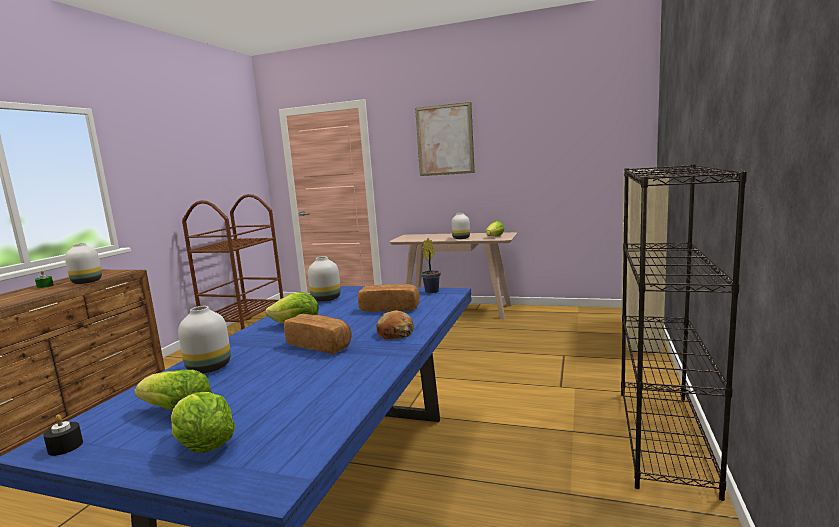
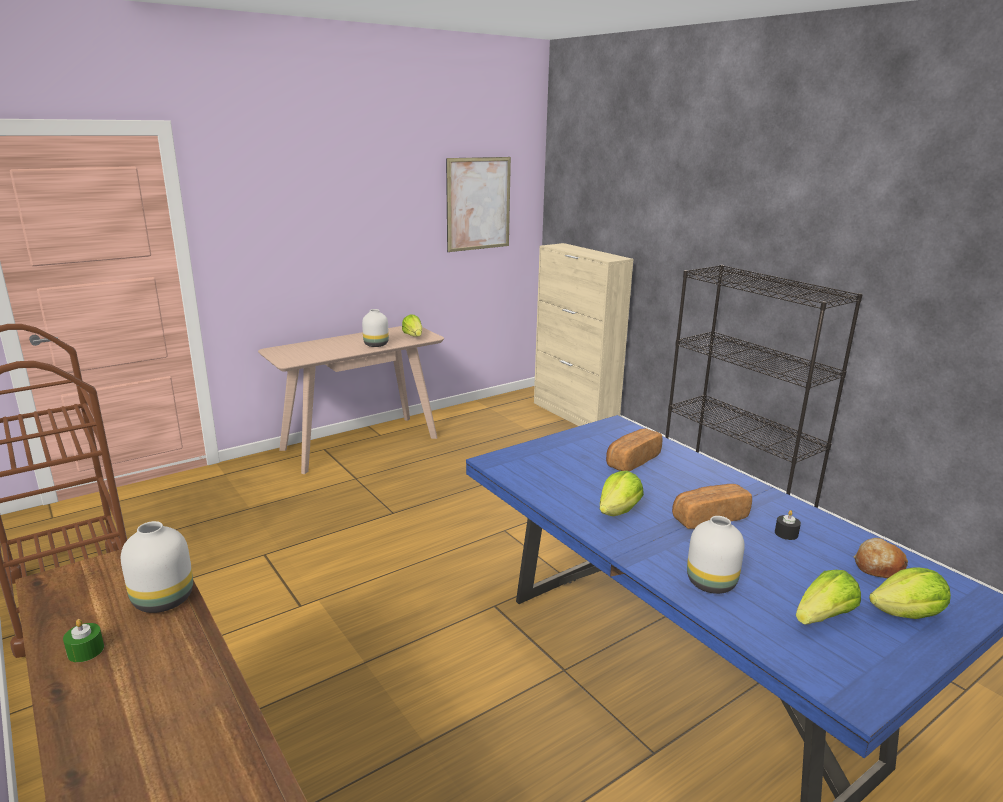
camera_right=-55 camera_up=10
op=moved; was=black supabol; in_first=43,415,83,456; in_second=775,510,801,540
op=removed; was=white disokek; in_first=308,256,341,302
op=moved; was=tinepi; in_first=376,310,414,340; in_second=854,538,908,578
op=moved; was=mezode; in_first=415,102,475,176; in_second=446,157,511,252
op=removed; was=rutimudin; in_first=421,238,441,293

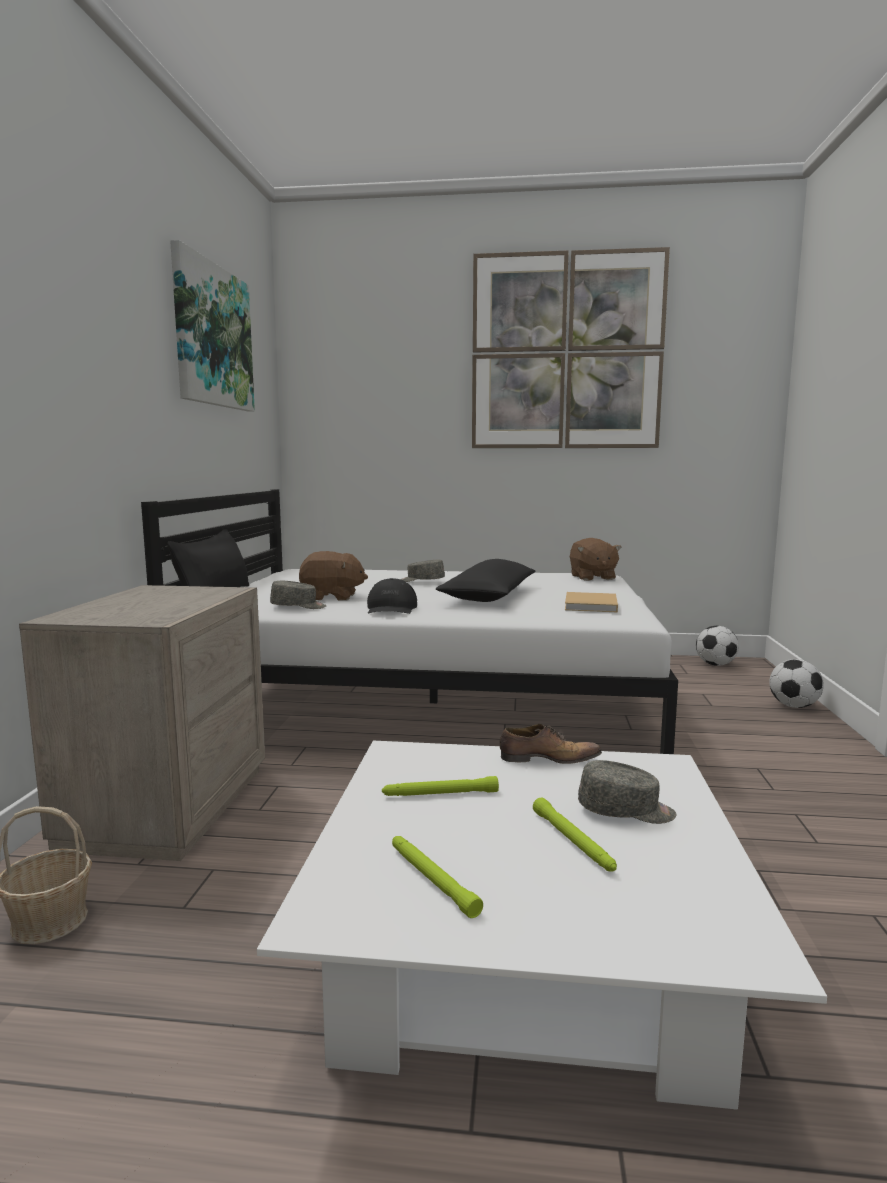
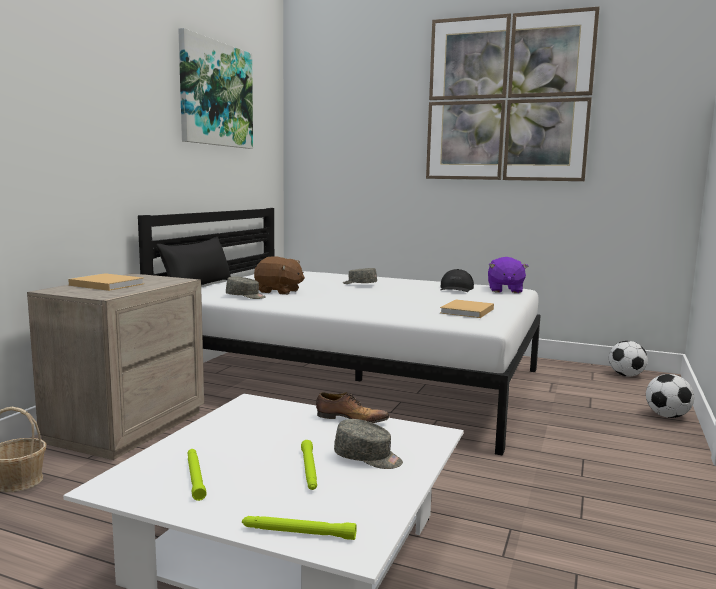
camera_right=15 camera_up=0
op=moved; was=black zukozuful; in_first=367,578,417,614; in_second=441,269,474,292
op=moved; was=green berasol; in_first=382,776,499,796; in_second=242,516,357,540
op=removed; was=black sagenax; in_first=436,559,535,602
op=recoloured; was=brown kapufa; now=purple kapufa; in_first=570,538,622,581; in_second=488,257,528,293
op=added; now=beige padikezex; in_second=68,273,144,291

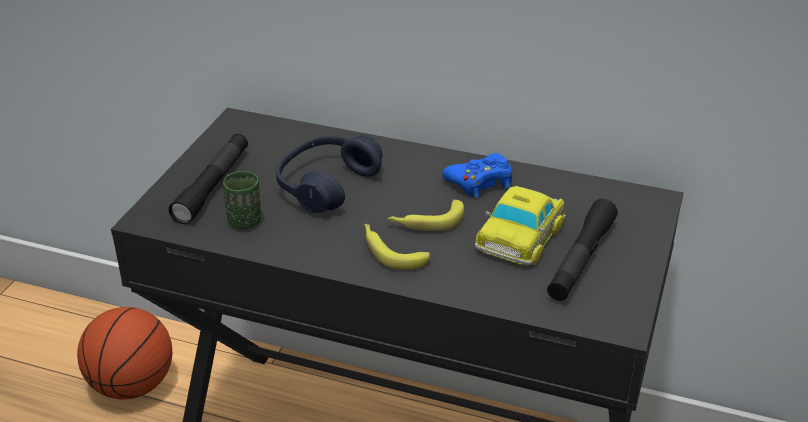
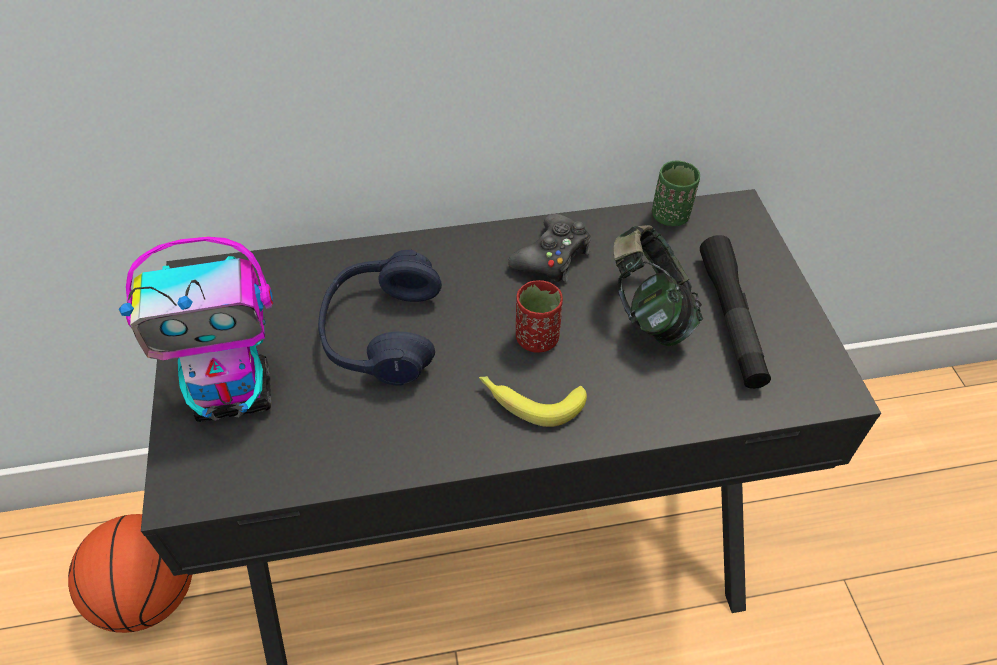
camera_right=-30 camera_up=15
op=replaced; was=black berasol; now=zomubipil; in_first=169,134,248,224; in_second=119,237,273,422
op=moved; was=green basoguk; in_first=223,171,261,229; in_second=652,161,700,226
op=replaced; was=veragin; now=red basoguk; in_first=388,200,464,231; in_second=516,280,563,353
op=recoloured; was=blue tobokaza; now=black tobokaza; in_first=442,153,512,198; in_second=508,214,591,282
op=replaced; was=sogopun; now=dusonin; in_first=475,186,566,266; in_second=613,225,703,346

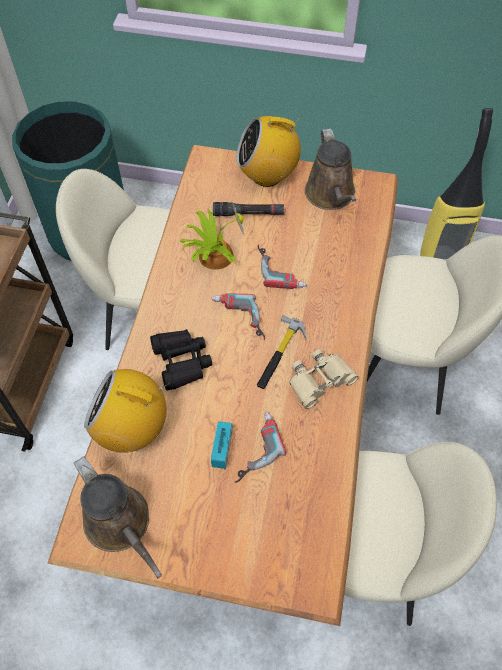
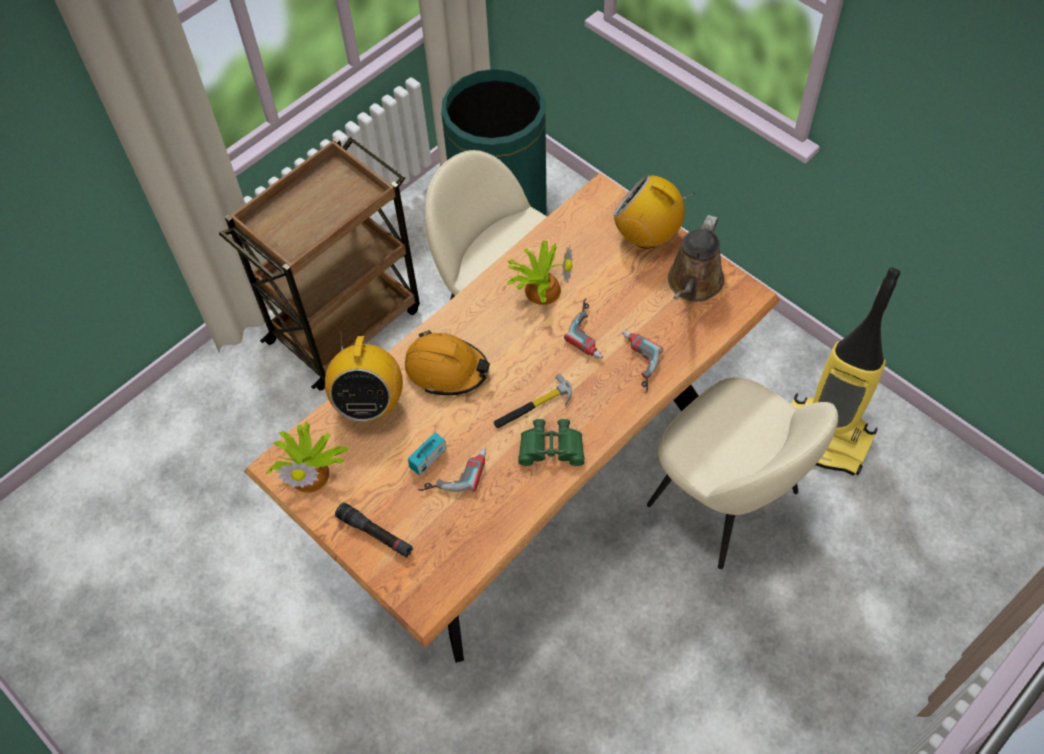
camera_right=35 camera_up=0
op=replaced; was=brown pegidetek; now=rutimudin; in_first=74,456,162,578; in_second=266,422,348,493
op=turned; was=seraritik; in_first=84,369,171,453; in_second=325,332,403,421; clockwise=-135
op=replaced; was=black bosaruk; now=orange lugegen; in_first=150,329,212,391; in_second=405,330,490,395
op=moved; was=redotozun; in_first=211,293,265,340; in_second=622,331,663,393
op=moved; was=black berasol; in_first=213,202,284,216; in_second=335,502,413,557
op=recoloured; was=beige bosaruk; now=green bosaruk; in_first=289,349,359,409; in_second=518,419,585,466
op=removed; was=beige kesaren; in_first=344,442,497,626

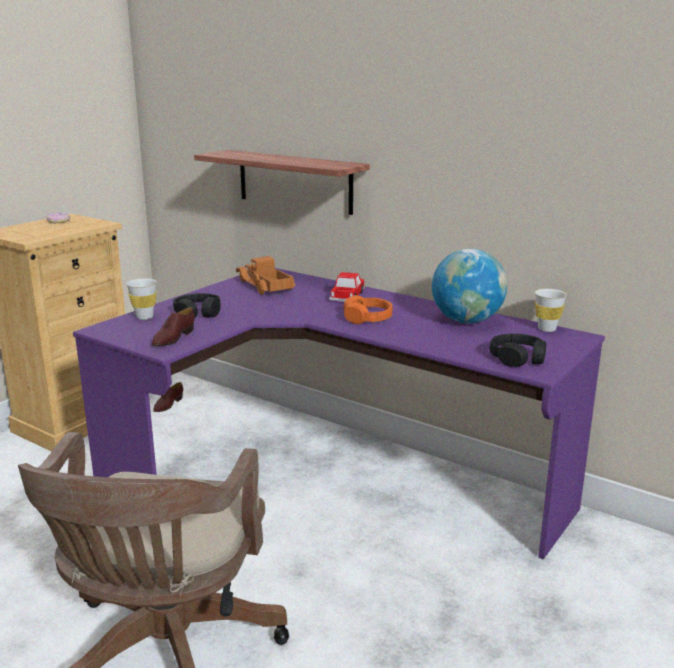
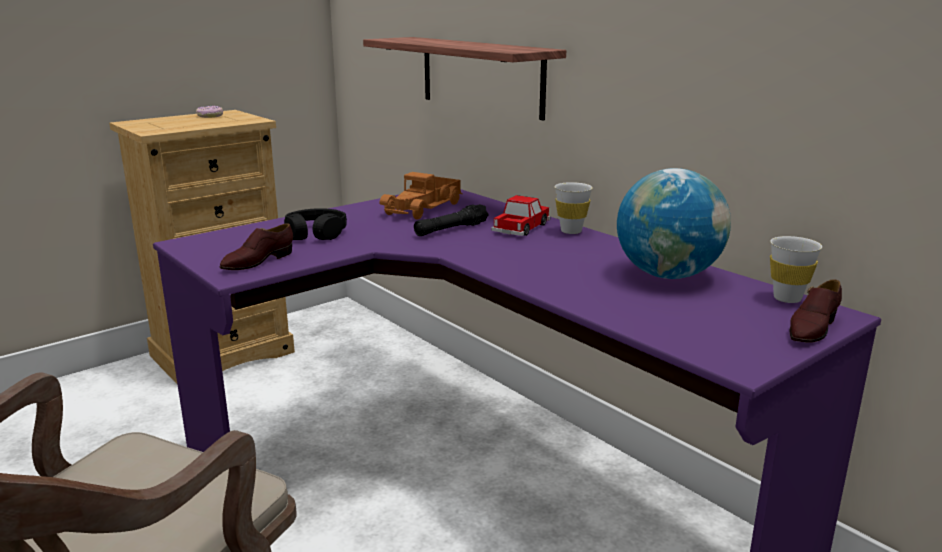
camera_right=15 camera_up=0
op=moved; was=white basoguk; in_first=126,278,157,320; in_second=554,182,593,234
op=moved; was=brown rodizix; in_first=153,382,183,412; in_second=790,279,842,343
op=turned; was=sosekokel; in_first=236,256,296,295; in_second=380,172,463,220; clockwise=-135
op=removed; was=orange dusonin; in_first=344,295,392,324
op=removed; was=black dusonin; in_first=490,334,546,367
op=added; now=black berasol; in_second=414,204,489,236

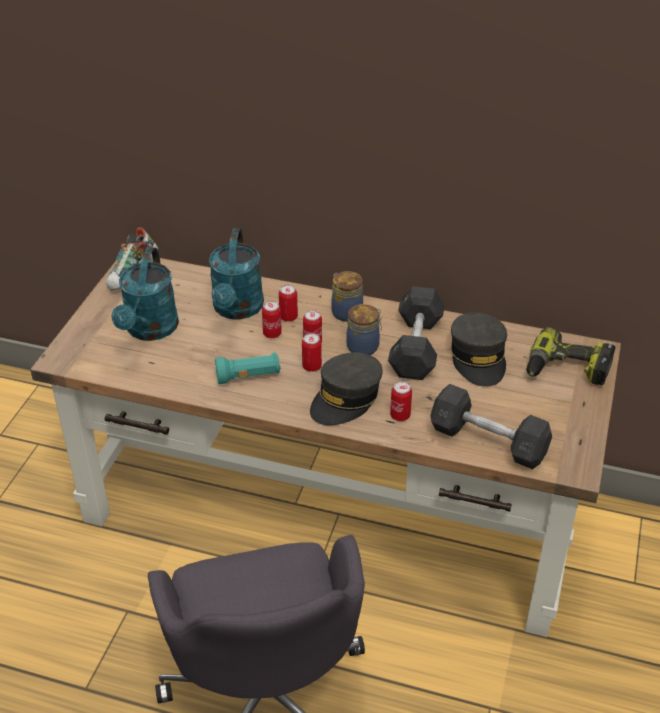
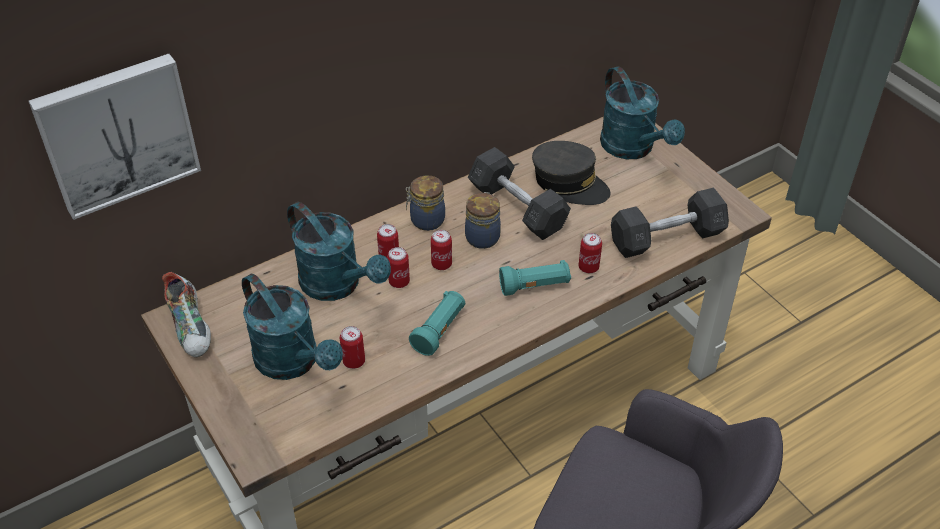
camera_right=-50 camera_up=5
op=moved; was=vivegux; in_first=302,333,322,372; in_second=340,326,365,369
op=replaced; was=grey zukozuful; now=turquoise berasol; in_first=310,352,383,426; in_second=499,260,571,296
op=replaced; was=redotozun; now=turquoise pegidetek; in_first=526,327,615,385; in_second=600,66,685,159
op=added; now=mezode; in_second=29,54,201,220

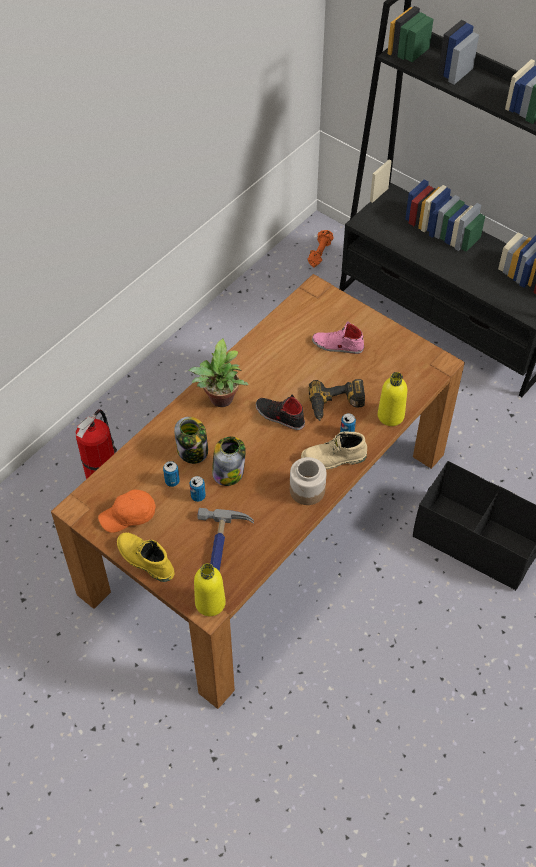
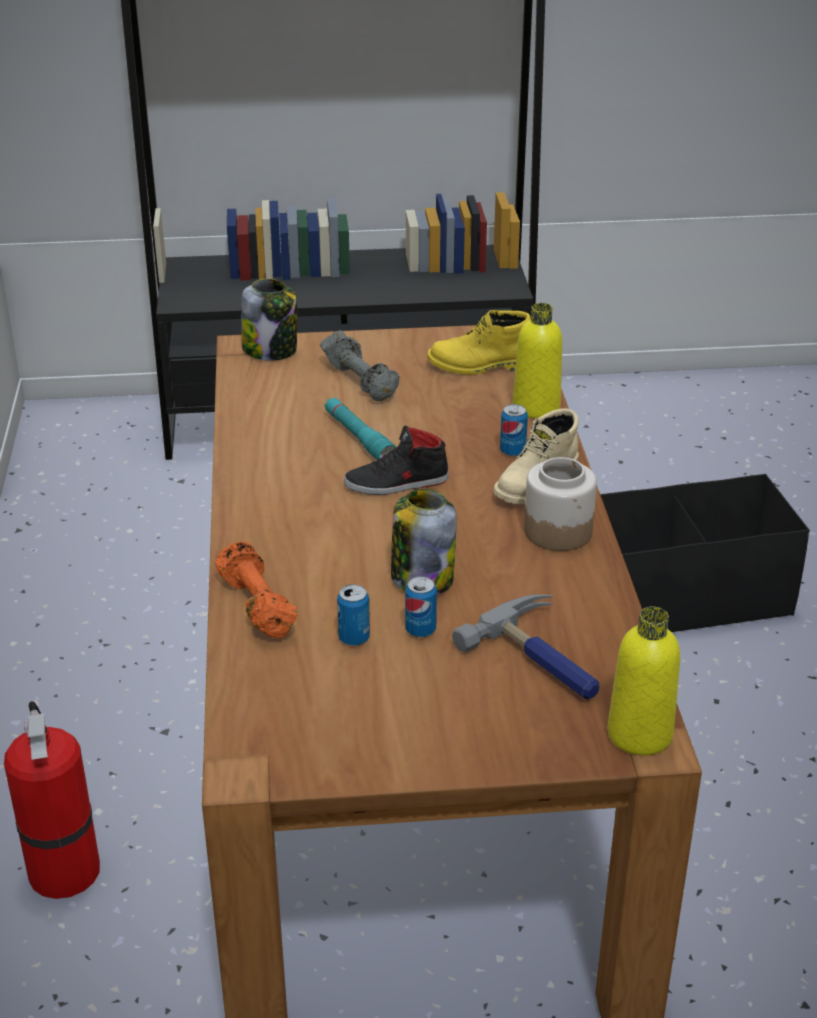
camera_right=-45 camera_up=-20
op=removed; was=orange zukozuful; in_first=98,489,156,533
op=moved; was=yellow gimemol; in_first=117,532,175,582; in_second=427,310,531,375
op=moved; was=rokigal; in_first=174,417,208,464; in_second=241,279,297,361
op=removed; was=rutimudin; in_first=188,338,249,407
op=moved; was=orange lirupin; in_first=308,230,334,268; in_second=215,542,297,639
op=removed; was=redotozun; in_first=308,379,365,421
op=replaced; was=pink rodizix; now=grey lirupin; in_first=312,321,364,354; in_second=320,330,400,401
op=added; now=turquoise berasol; in_second=325,398,396,460

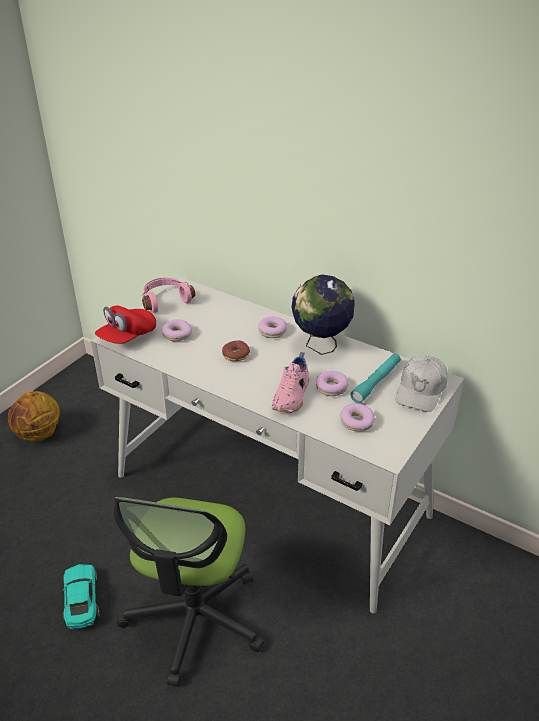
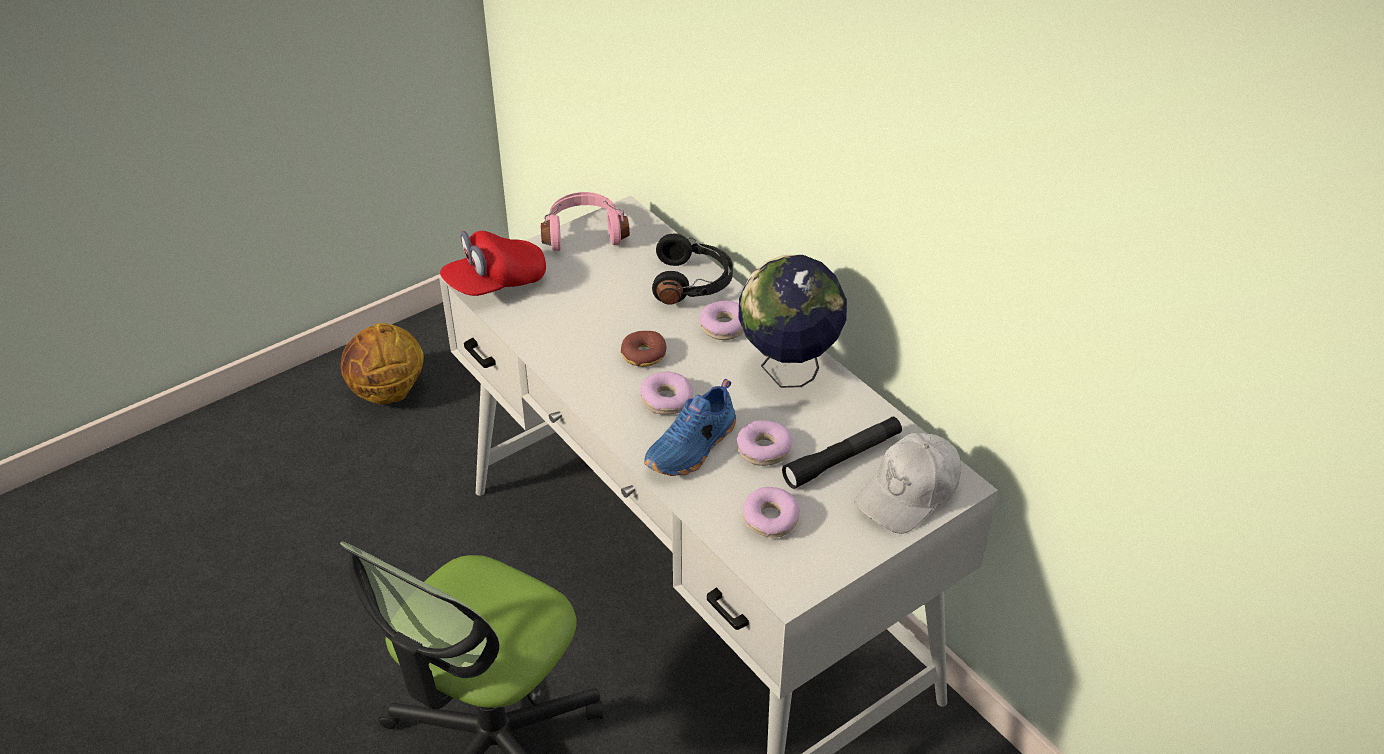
camera_right=20 camera_up=5
op=removed; was=turquoise sogopun; in_first=63,564,100,629
op=moved; was=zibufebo; in_first=162,319,192,341; in_second=640,372,693,415
op=recoloured; was=pink rodizix; now=blue rodizix; in_first=271,352,309,413; in_second=644,379,736,476
op=recoloured; was=turquoise berasol; now=black berasol; in_first=350,353,401,403; in_second=782,416,902,489
op=added; now=black dusonin; in_second=652,233,733,305

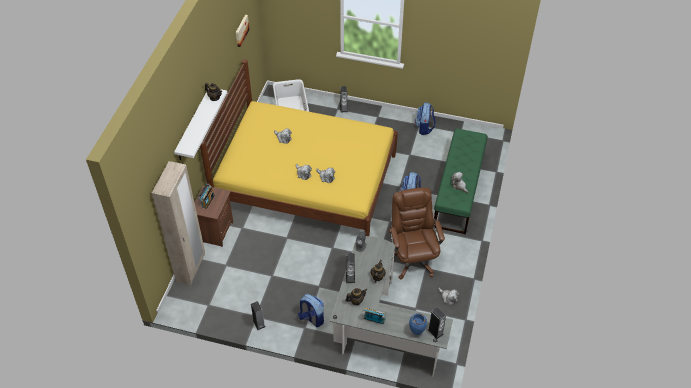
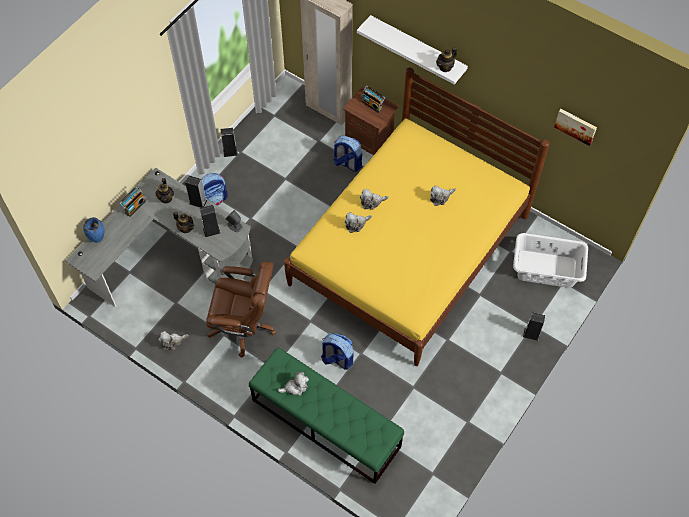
camera_right=110 camera_up=10
op=moved; was=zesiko; in_first=415,102,435,135; in_second=333,135,362,172
op=moved; was=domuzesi; in_first=428,307,446,339; in_second=199,205,221,237

